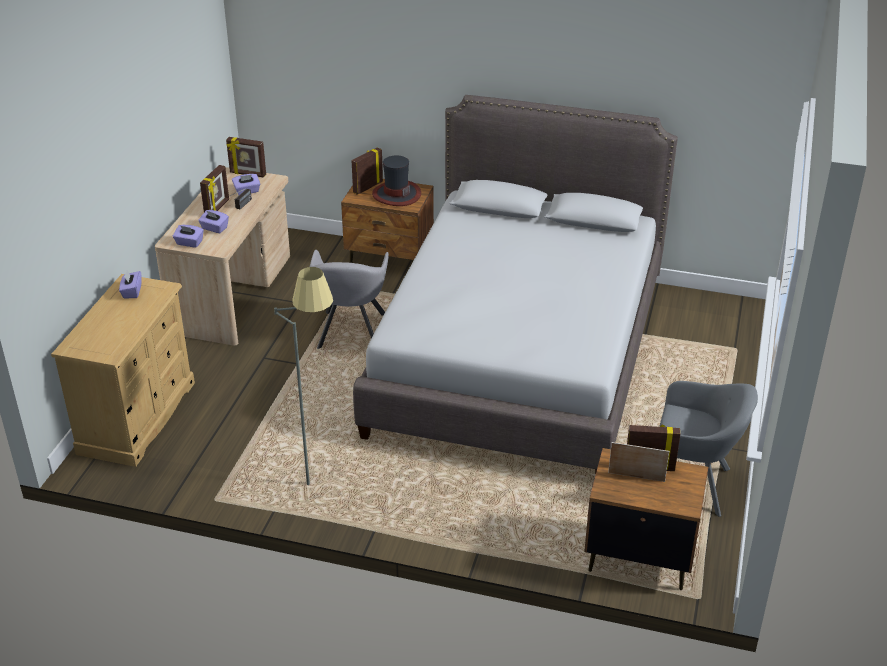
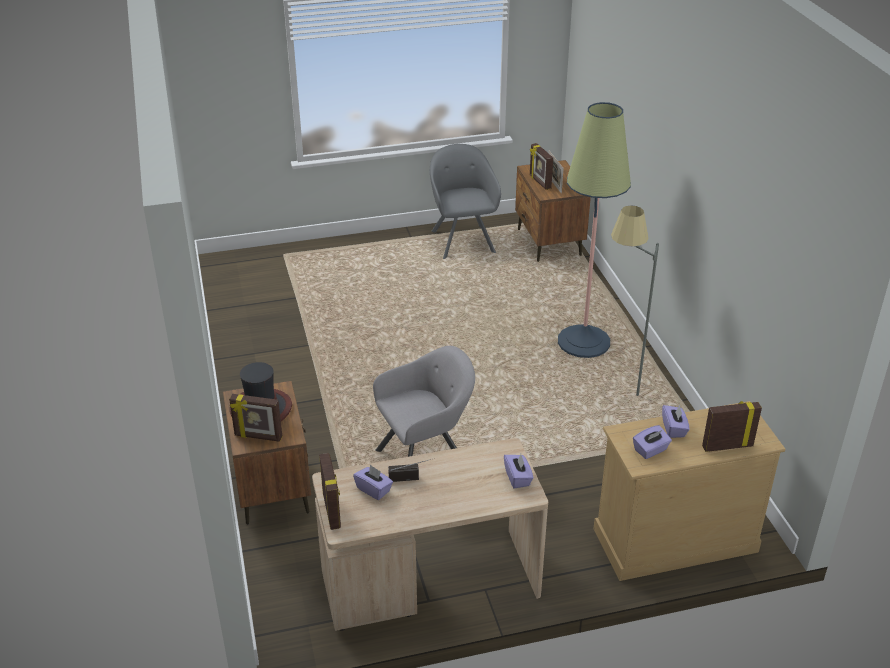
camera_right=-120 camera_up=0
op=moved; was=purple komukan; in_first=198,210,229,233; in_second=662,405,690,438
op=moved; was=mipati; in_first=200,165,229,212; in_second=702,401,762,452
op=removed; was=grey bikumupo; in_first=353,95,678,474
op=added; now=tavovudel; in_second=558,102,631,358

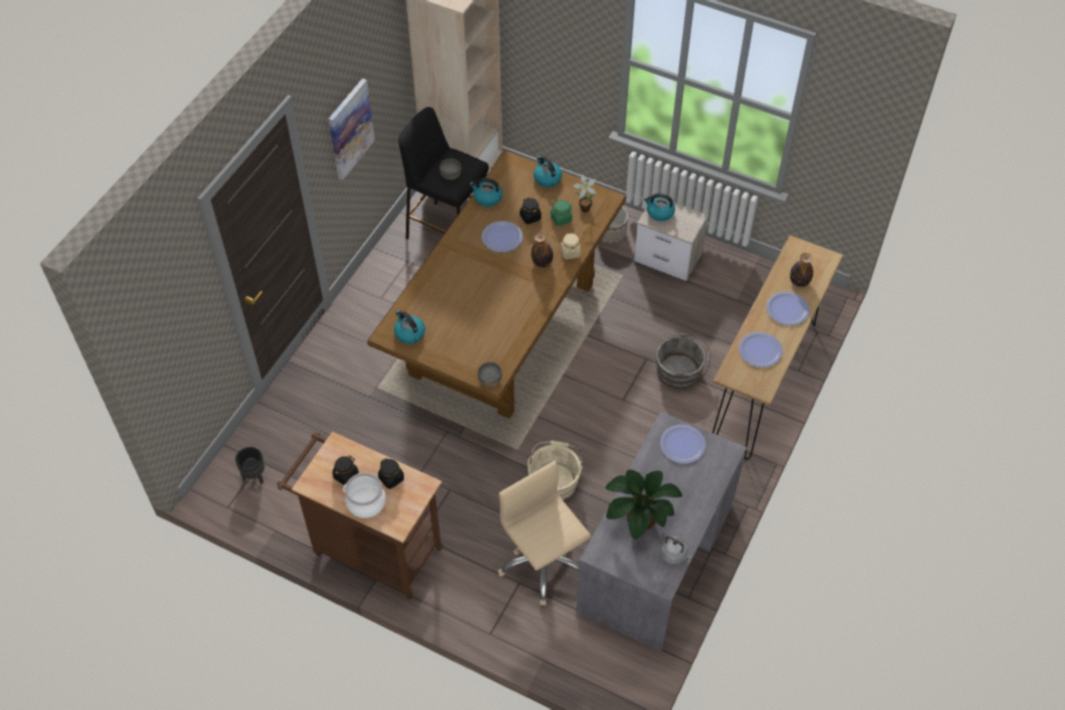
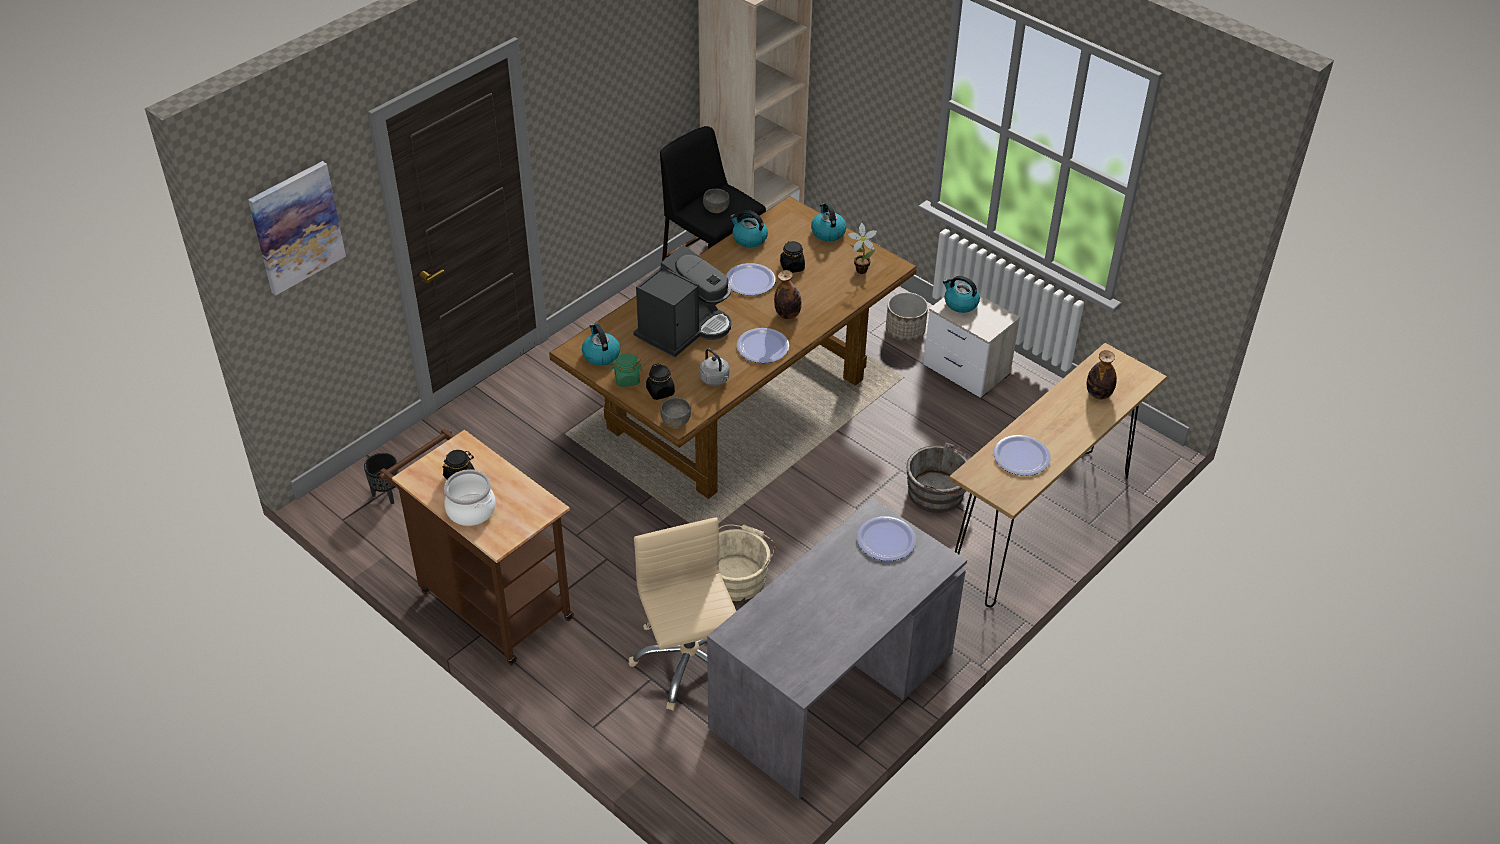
camera_right=15 camera_up=-10
op=moved; was=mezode; in_first=329,78,375,180; in_second=248,161,346,295
op=moved; was=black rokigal; in_first=378,458,404,489; in_second=646,364,675,400
op=moved; was=green rokigal; in_first=550,200,573,226; in_second=611,353,642,387
op=removed; was=beige rokigal; in_first=561,233,581,259
op=removed; was=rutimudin; in_first=605,469,683,539
op=moved; was=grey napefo; in_first=660,536,692,564; in_second=700,349,729,386
op=moved; was=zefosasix; in_first=766,291,810,326; in_second=737,328,789,363
op=added; now=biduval; in_second=633,245,731,357

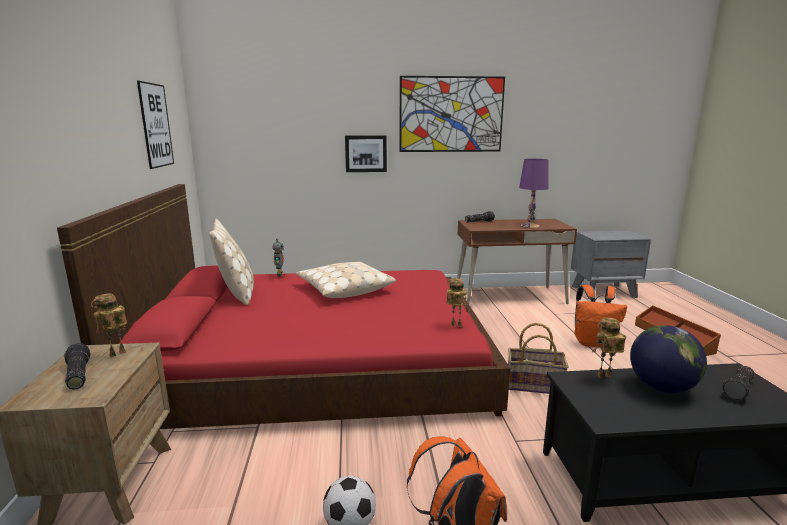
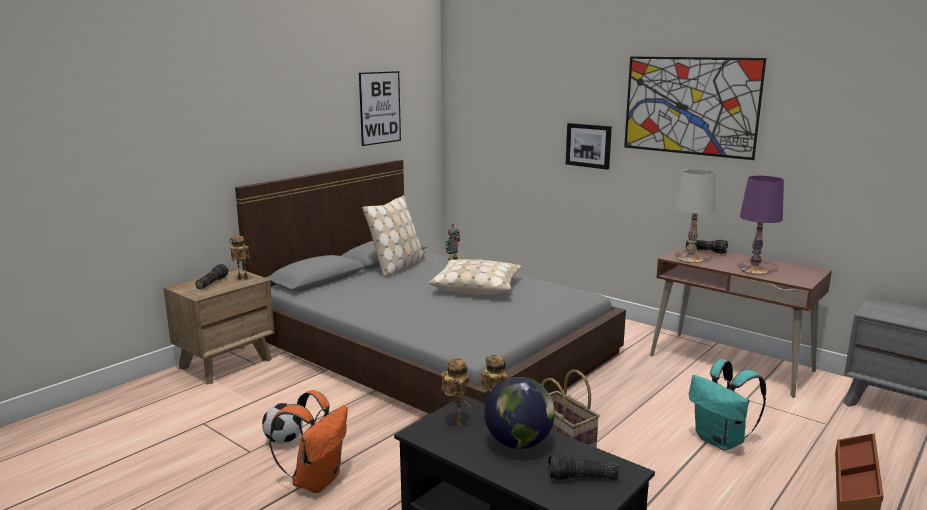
camera_right=45 camera_up=0
op=recoloured; was=red bikumupo; now=grey bikumupo; in_first=57,184,510,429; in_second=235,160,626,414
op=moved; was=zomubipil; in_first=446,278,467,327; in_second=441,358,470,425
op=recoloured; was=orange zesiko; now=turquoise zesiko; in_first=574,285,627,347; in_second=689,359,766,450
op=added; now=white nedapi; in_second=676,169,716,263

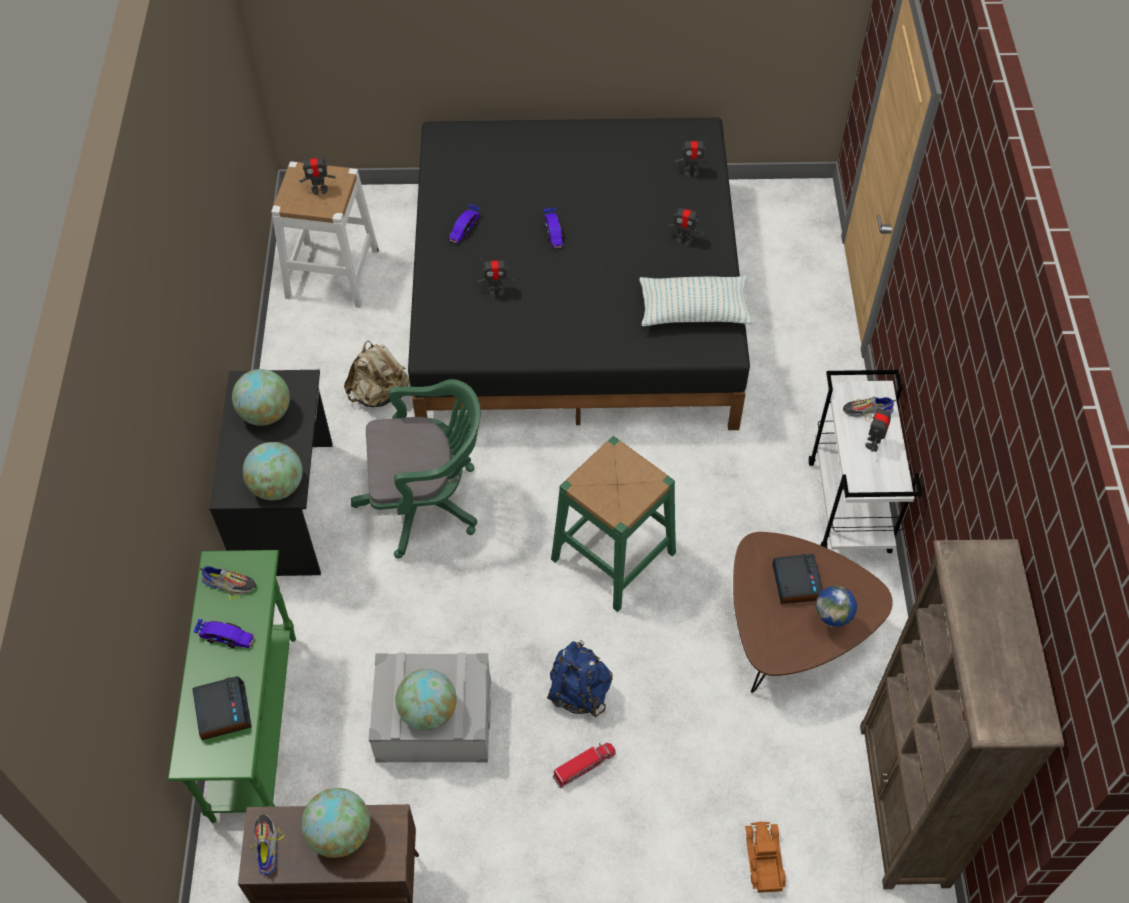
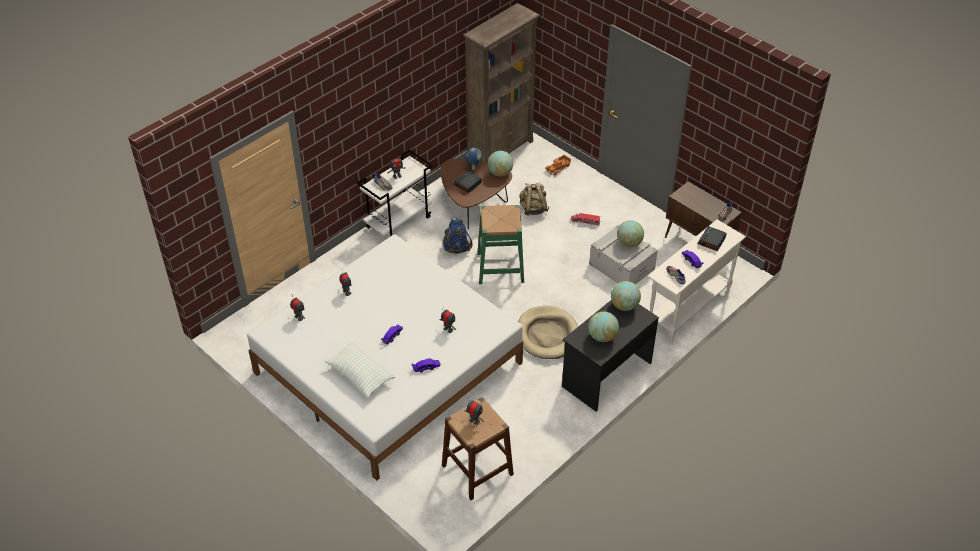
camera_right=-135 camera_up=-10
op=recoloured; was=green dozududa; now=white dozududa; in_first=168,550,296,823; in_second=647,219,746,342
op=recoloured; was=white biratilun; now=brown biratilun; in_first=271,162,379,308; in_second=442,398,514,500
op=moved; was=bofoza; in_first=302,788,370,858; in_second=488,151,513,176
op=moved; was=beige zesiko; in_first=344,340,410,407; in_second=519,182,549,216
op=replaced; was=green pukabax; now=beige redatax; in_first=351,379,481,558; in_second=518,306,578,359
op=recoloured; was=black bikumupo; now=white bikumupo; in_first=408,118,750,430; in_second=247,234,523,481
op=moved; was=blue zesiko; in_first=547,640,613,718; in_second=443,218,473,254
op=moved; was=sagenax; in_first=639,275,754,326; in_second=325,342,395,397

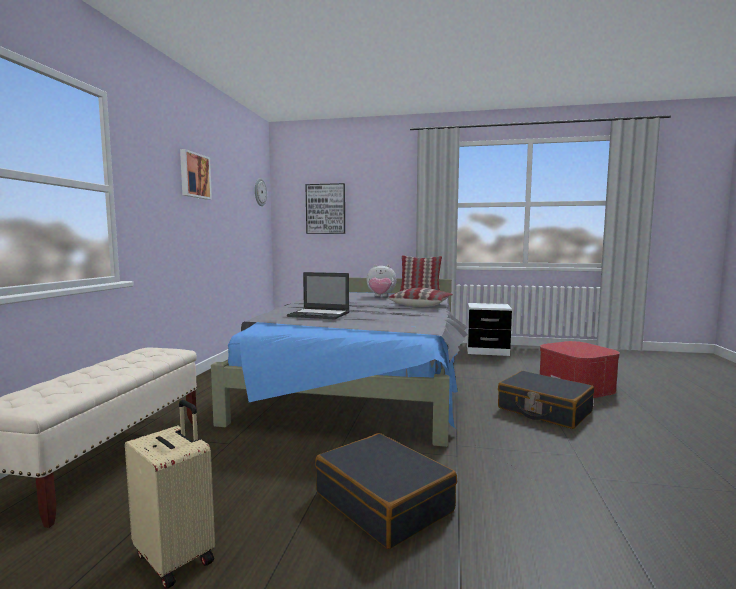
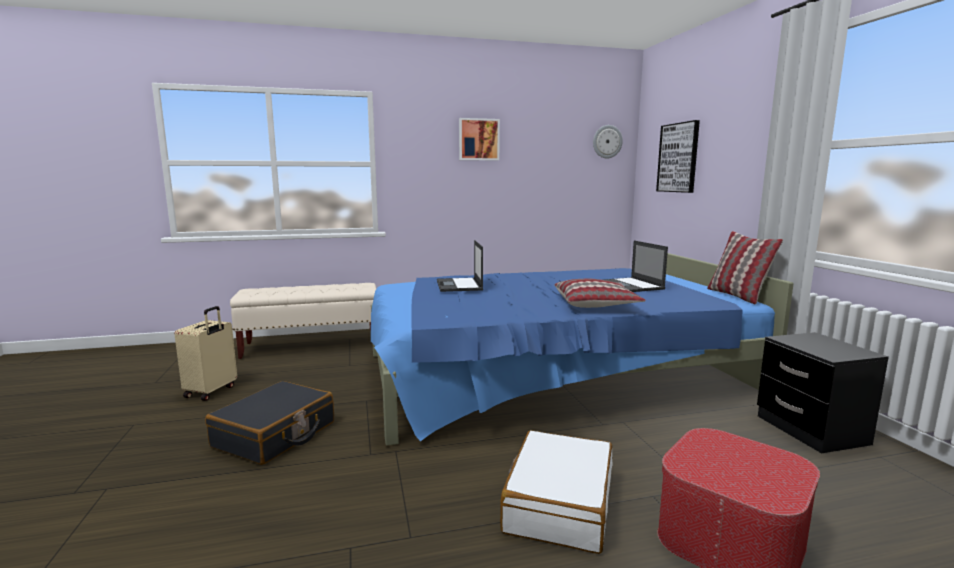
camera_right=65 camera_up=5
op=recoloured; was=grey bikumupo; now=blue bikumupo; in_first=211,277,468,447; in_second=371,253,794,446
op=replaced; was=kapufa; now=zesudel; in_first=367,264,396,296; in_second=604,241,668,292
op=recoloured; was=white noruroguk; now=black noruroguk; in_first=467,303,512,356; in_second=757,332,889,453
op=recoloured; was=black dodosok; now=white dodosok; in_first=498,371,594,429; in_second=500,430,613,554

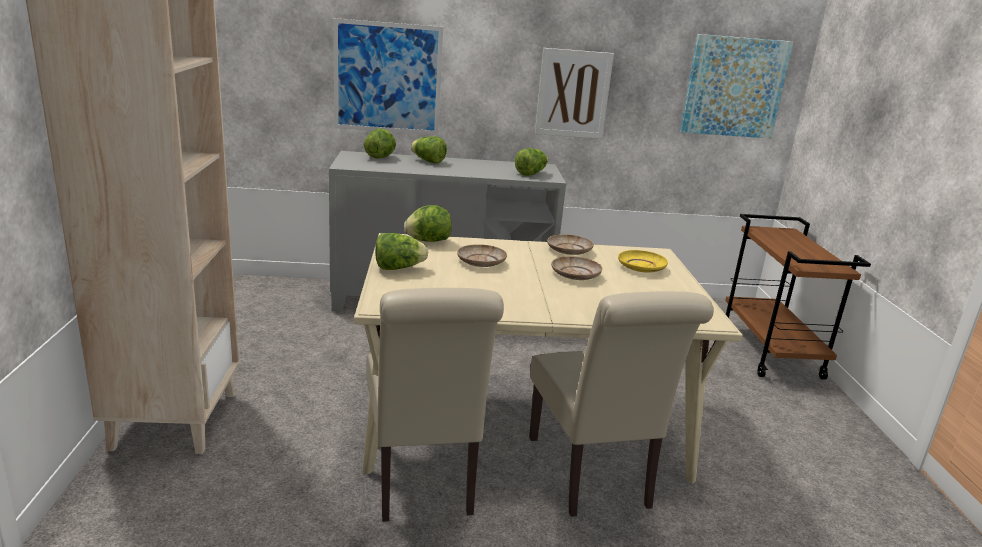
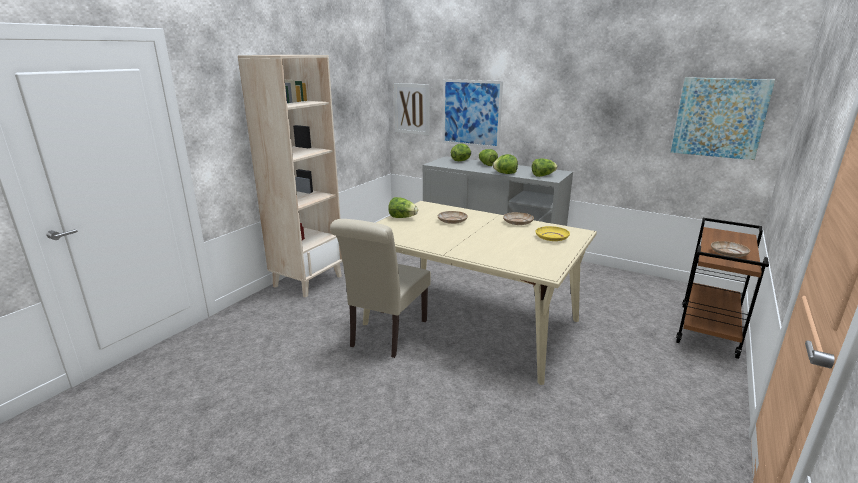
camera_right=35 camera_up=0
op=moved; was=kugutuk; in_first=404,205,452,242; in_second=493,154,518,174
op=removed; was=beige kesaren; in_first=529,291,714,517
op=moved; was=mezode; in_first=535,48,614,139; in_second=394,83,429,136
op=moved; was=beige zefosasix; in_first=551,256,602,280; in_second=711,241,750,257

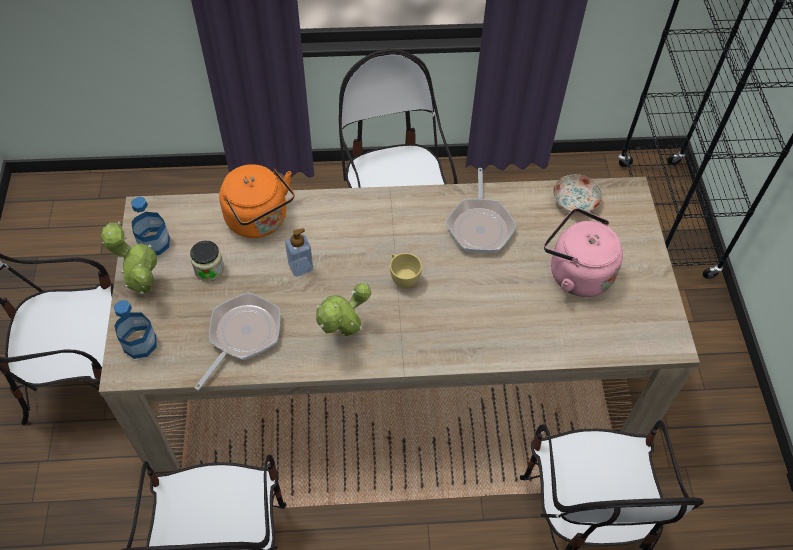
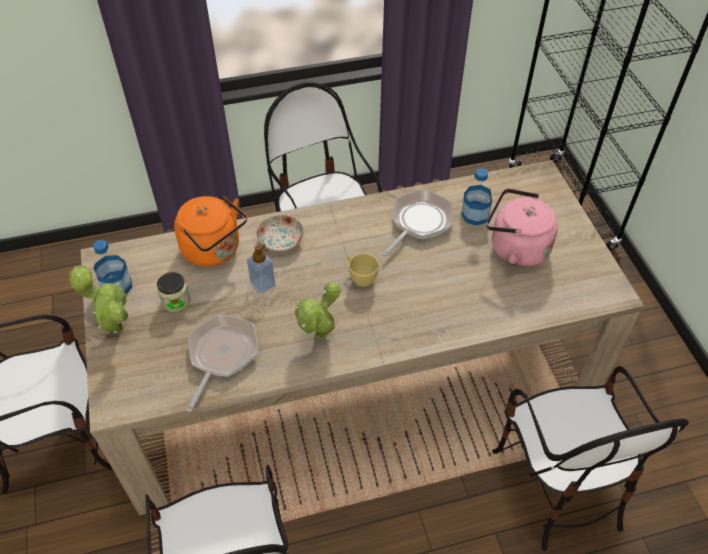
camera_right=-10 camera_up=-5
op=moved; was=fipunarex; in_first=114,301,157,359; in_second=461,168,492,226
op=turned; was=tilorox; in_first=446,168,517,253; in_second=383,189,453,257; clockwise=-135
op=moved; was=zefosasix; in_first=553,174,602,212; in_second=257,215,304,251

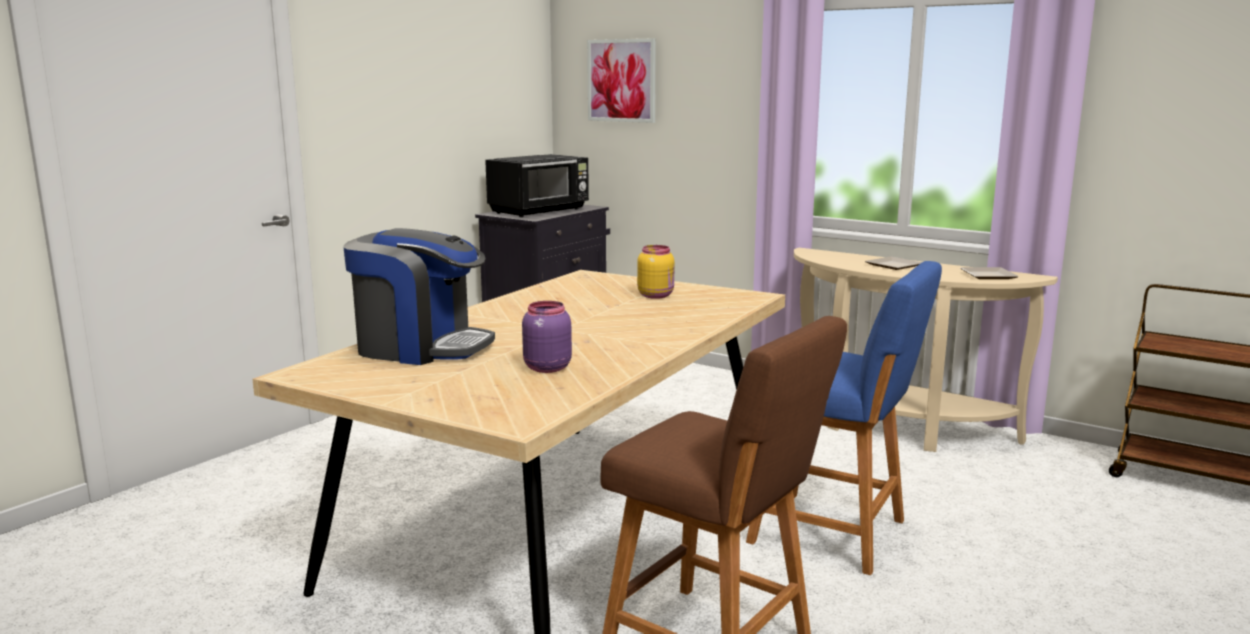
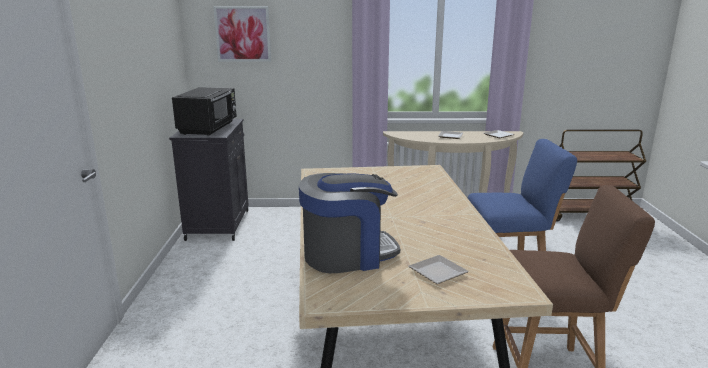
camera_right=-35 camera_up=5
op=removed; was=purple rokigal; in_first=522,301,572,373
op=removed; was=yellow rokigal; in_first=637,245,675,299
op=added; now=zefosasix; in_second=409,255,469,284

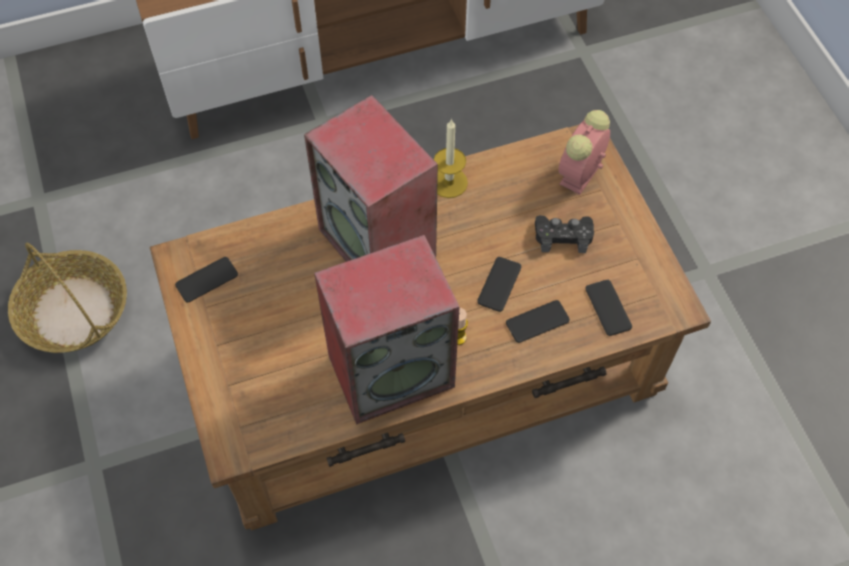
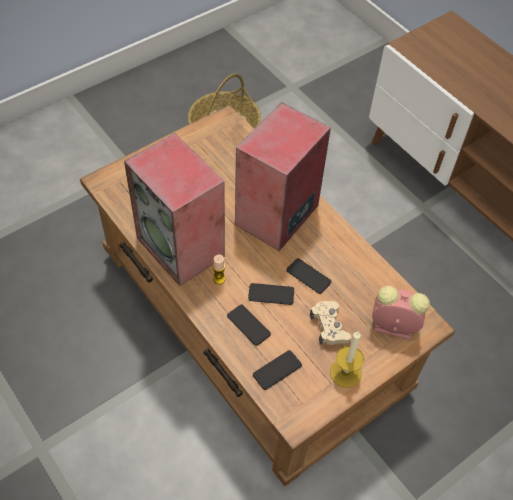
camera_right=70 camera_up=-5
op=moved; was=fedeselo; in_first=175,257,238,303; in_second=286,258,331,294
op=moved; was=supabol; in_first=434,119,468,198; in_second=330,332,364,388
op=recoloured; was=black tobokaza; now=beige tobokaza; in_first=535,215,594,253; in_second=310,301,352,345

